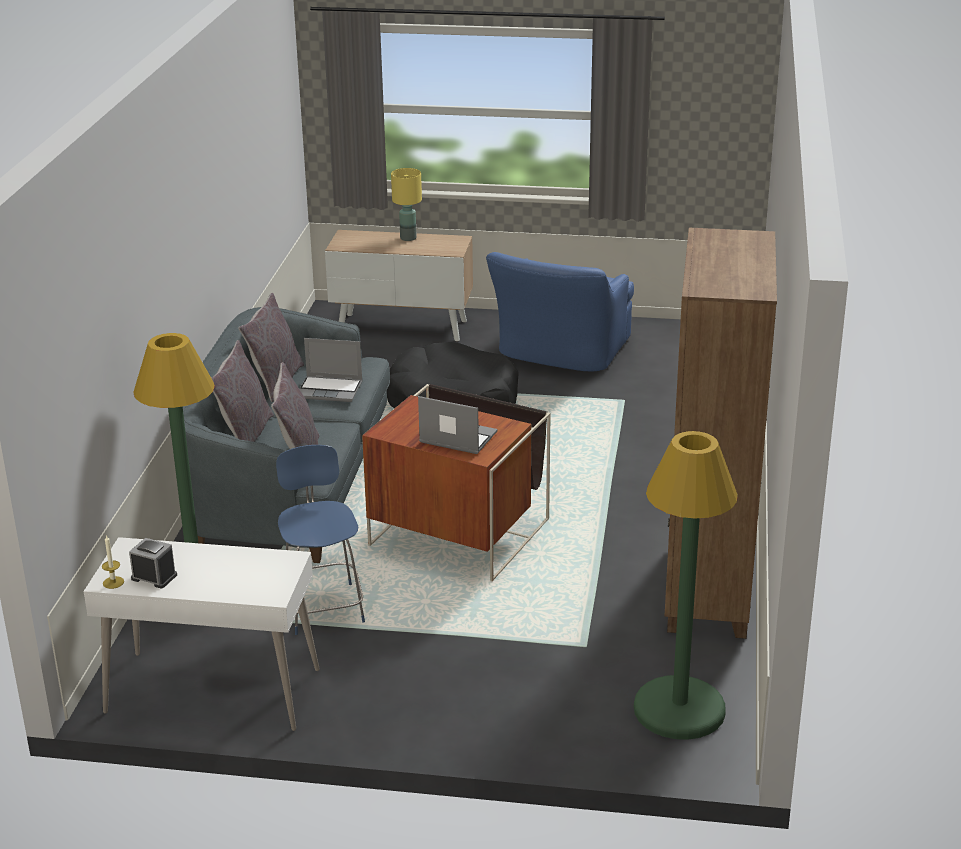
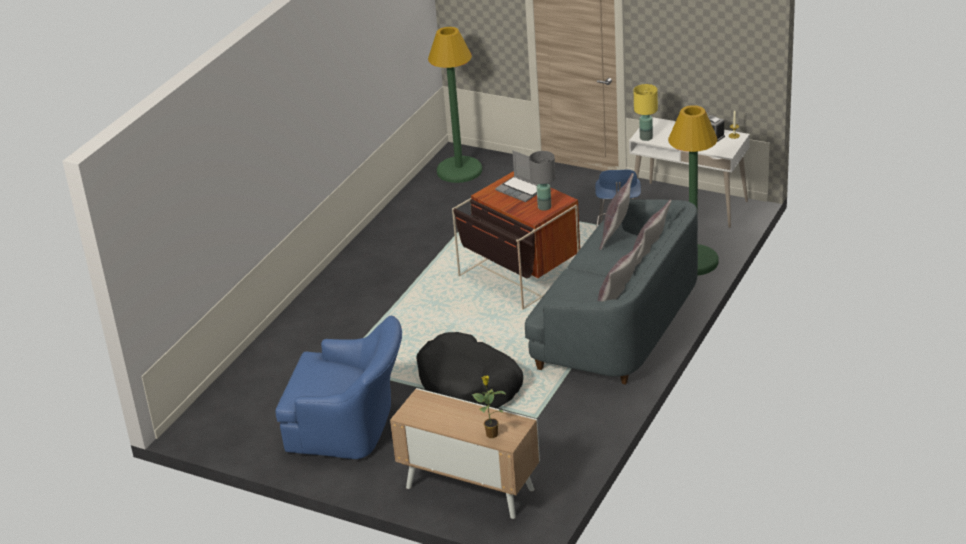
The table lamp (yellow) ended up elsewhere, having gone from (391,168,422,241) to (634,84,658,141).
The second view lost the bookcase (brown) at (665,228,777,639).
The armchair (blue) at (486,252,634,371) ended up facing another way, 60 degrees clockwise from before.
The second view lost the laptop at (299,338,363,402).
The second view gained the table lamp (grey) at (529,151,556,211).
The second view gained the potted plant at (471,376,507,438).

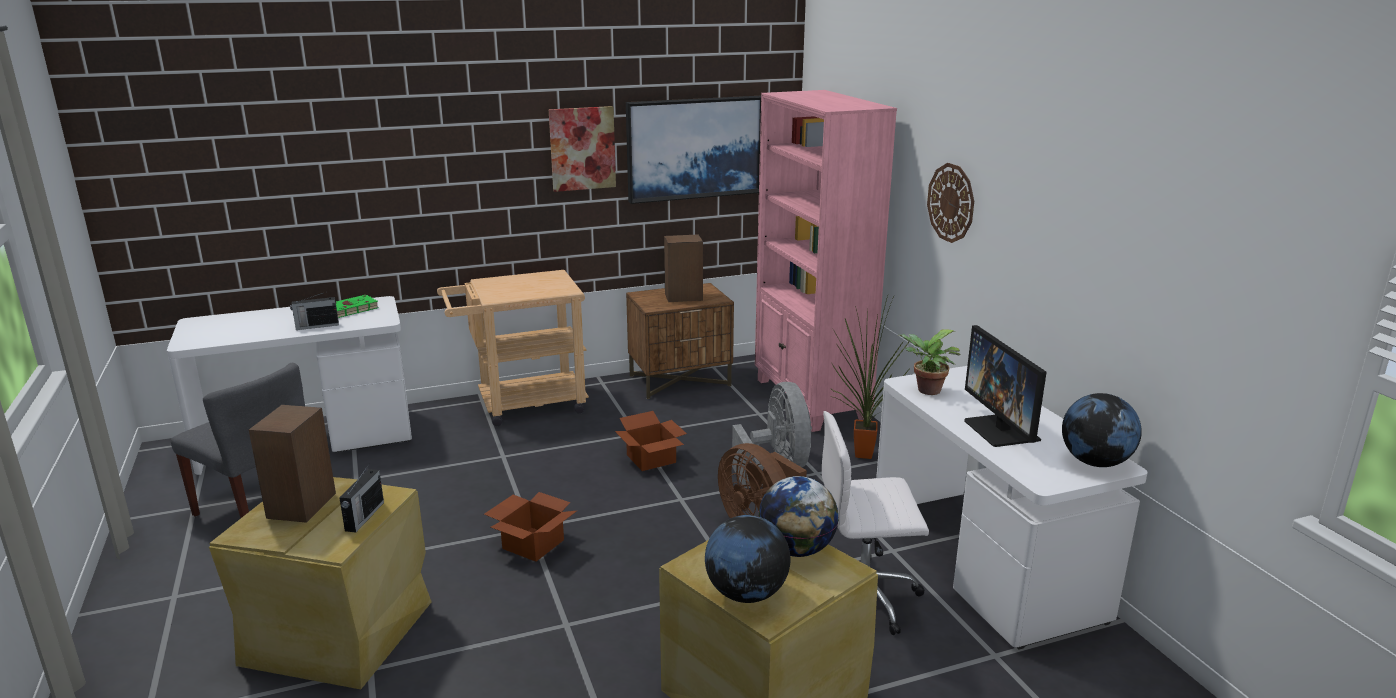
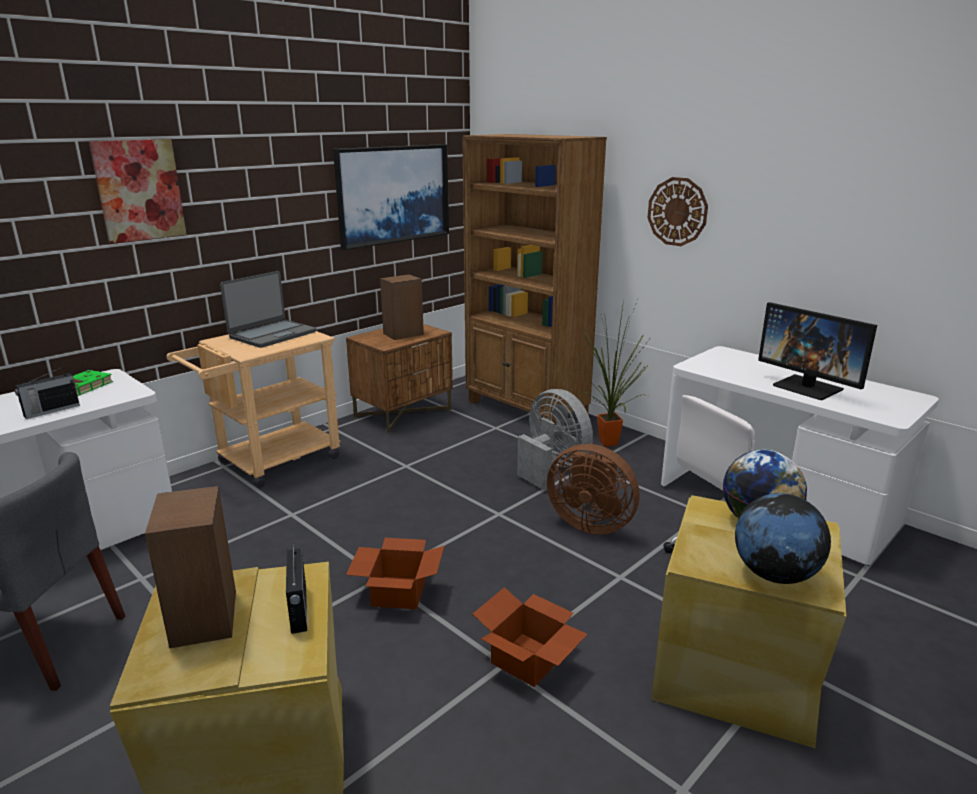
What was the bookcase (pink) at (755,90,897,432) turned into the bookcase (brown) at (462,134,607,426).
The picture ended up elsewhere, having gone from (549,106,616,192) to (89,139,187,244).
The second view lost the potted plant at (897,329,961,395).
The second view lost the globe at (1062,393,1142,467).
The cardboard box ended up elsewhere, having gone from (615,411,687,471) to (473,587,588,687).
The second view gained the laptop at (220,271,316,348).

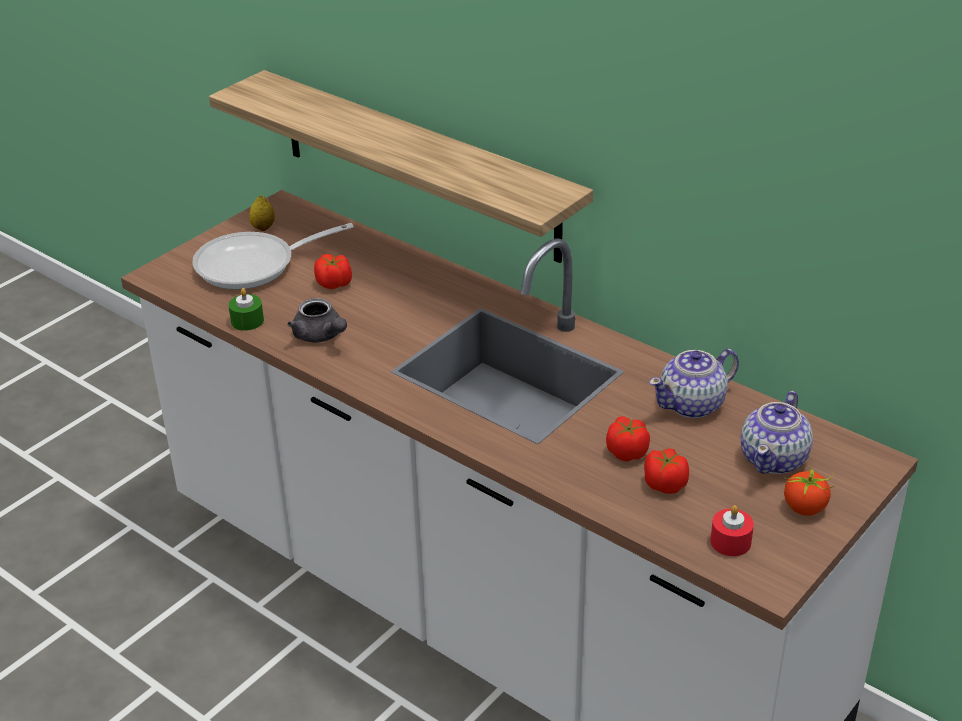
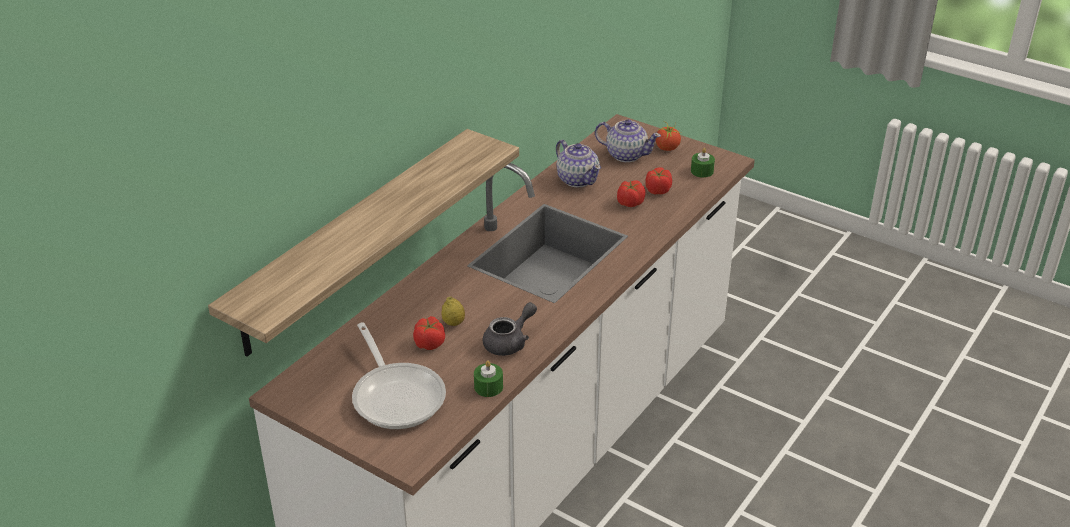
The lemon ended up elsewhere, having gone from (249,196,275,231) to (441,297,465,326).
What was the candle (red) at (710,505,754,556) turned into the candle (green) at (691,148,715,178).

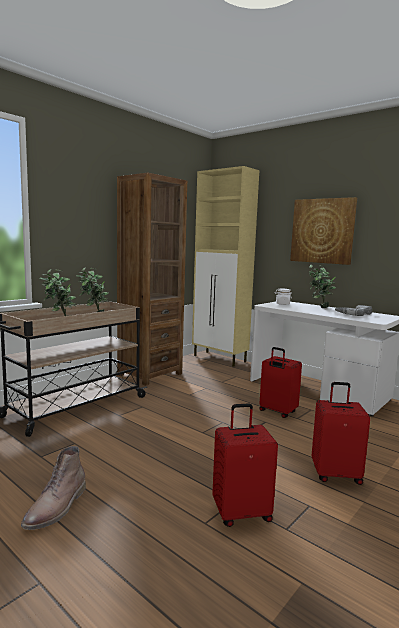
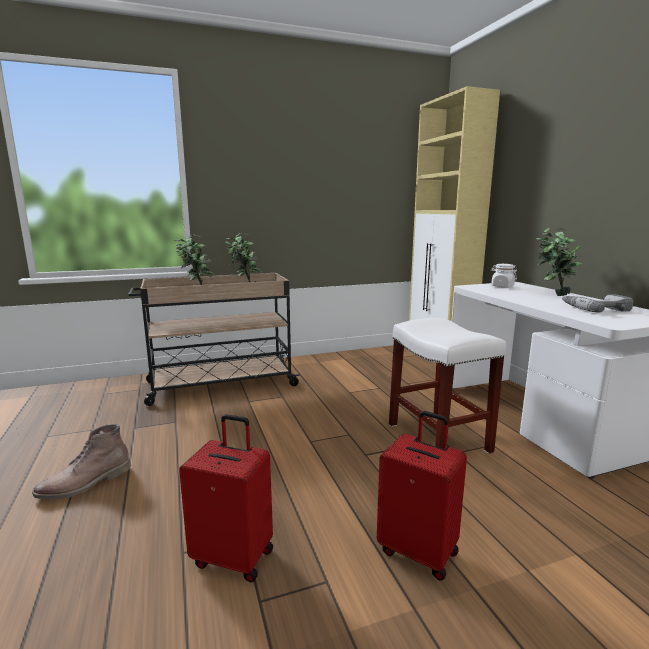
The second view lost the bookcase (brown) at (117,173,187,386).
The second view lost the picture at (290,197,357,265).
Where the suitcase (red) stood at (259,347,302,418), the stool (white) came to stand at (389,318,506,454).

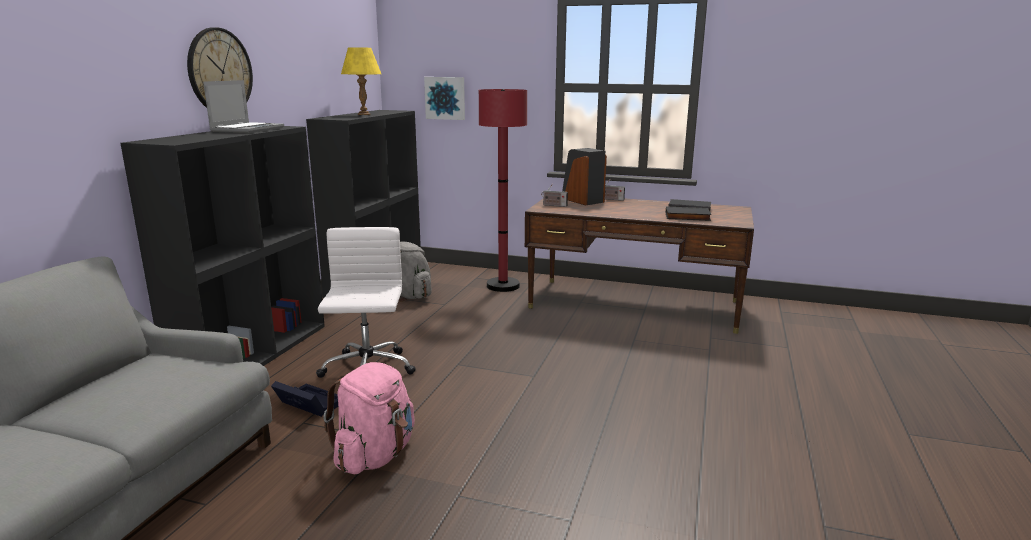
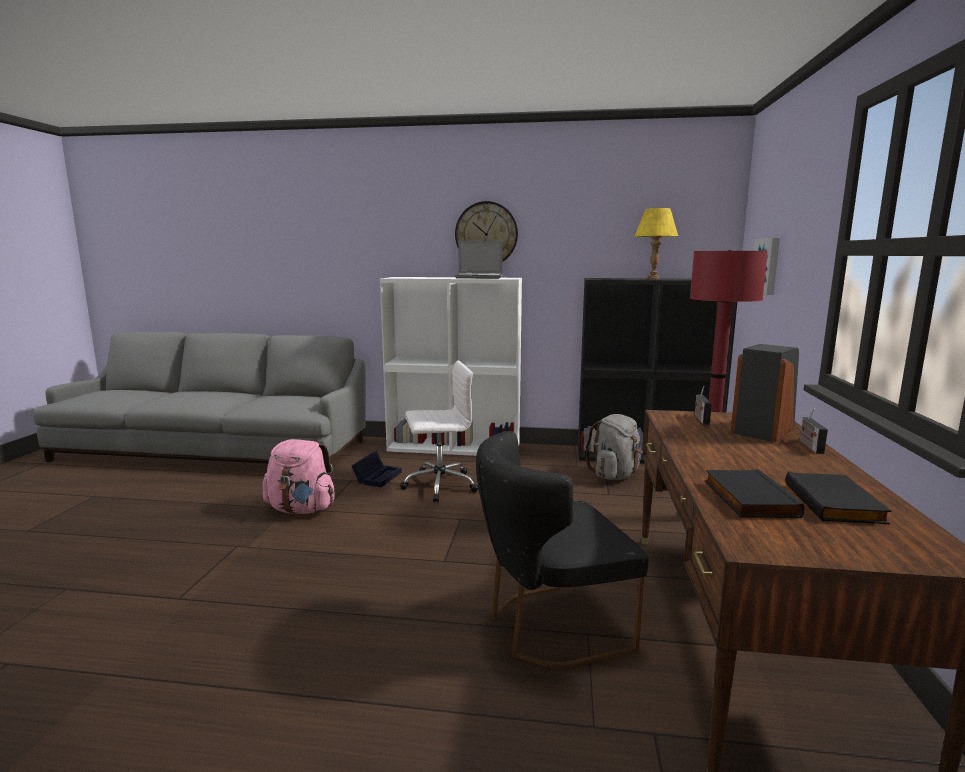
What was the bookcase (black) at (120,126,325,366) turned into the bookcase (white) at (380,277,522,456).
The second view gained the chair (black) at (476,431,649,668).

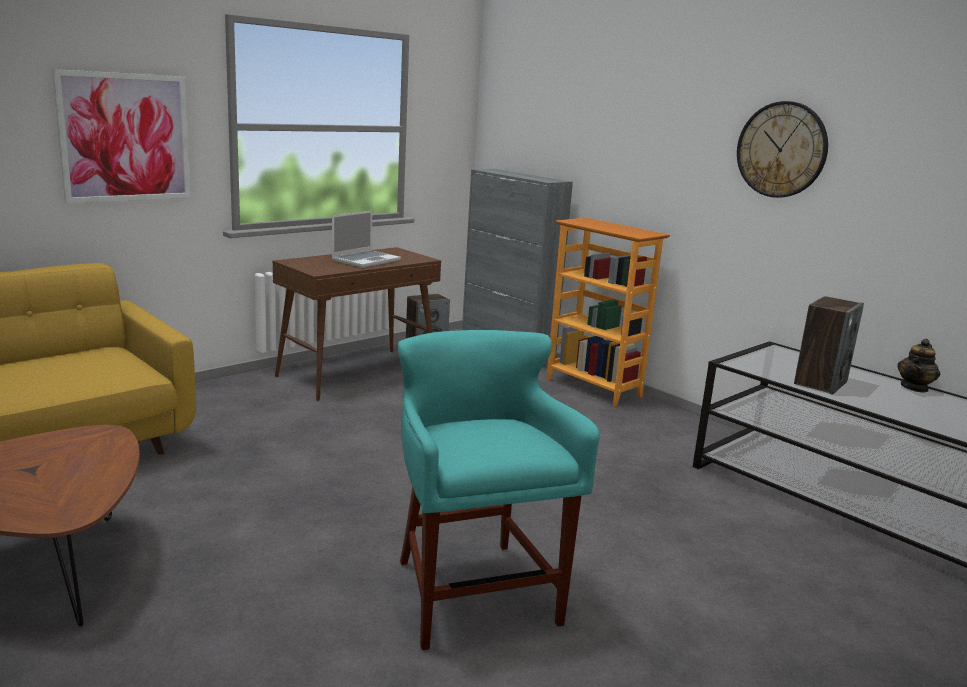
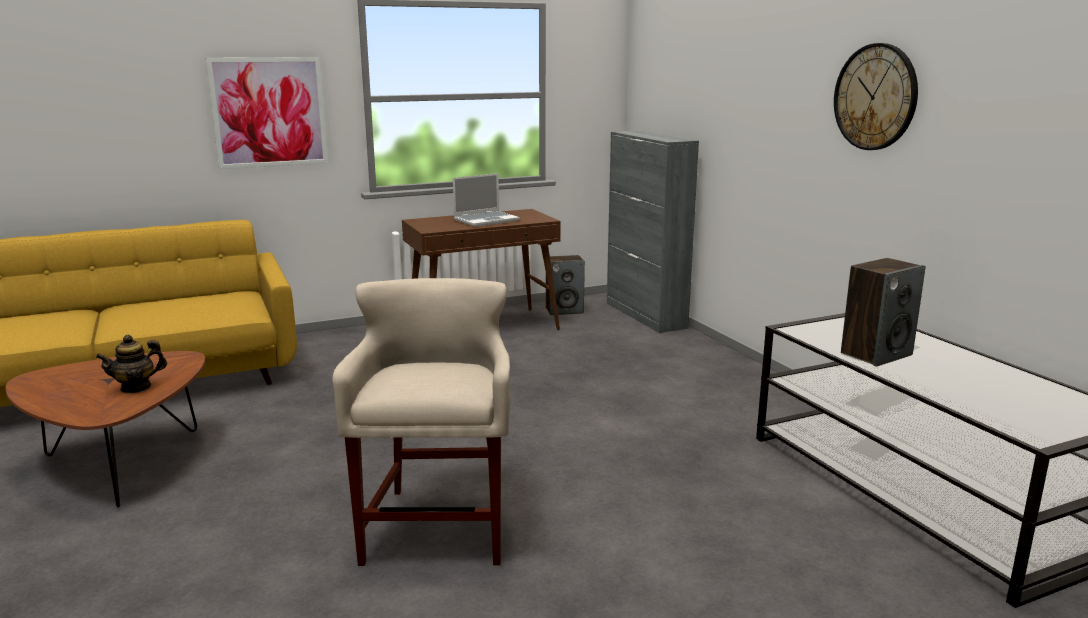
The second view lost the bookcase at (546,218,670,407).
What was the stool (turquoise) at (398,330,600,651) turned into the stool (beige) at (332,278,510,566).
The teapot ended up elsewhere, having gone from (897,339,940,393) to (96,335,167,393).

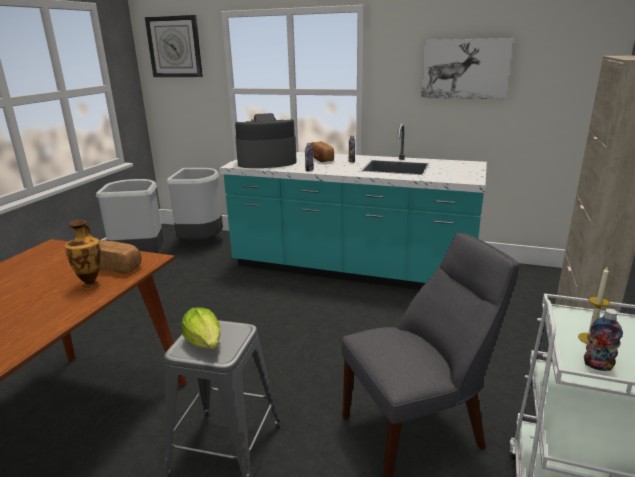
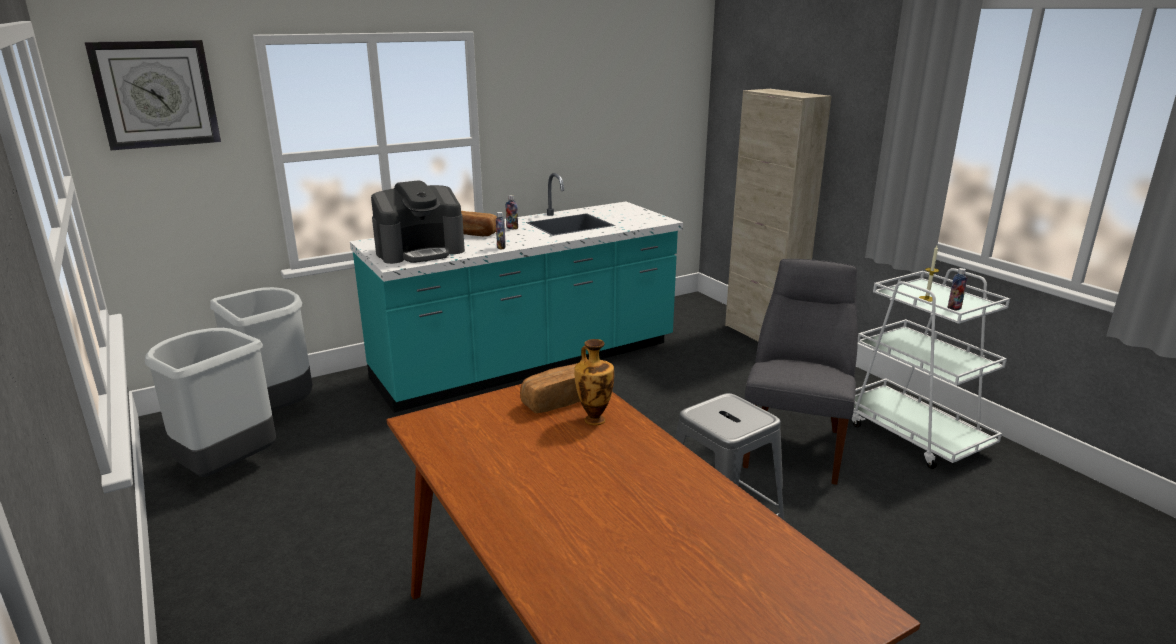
The second view lost the picture at (421,38,513,99).
The coffee machine at (235,113,297,168) ended up facing another way, 150 degrees counterclockwise from before.
The second view lost the lettuce at (182,307,221,350).

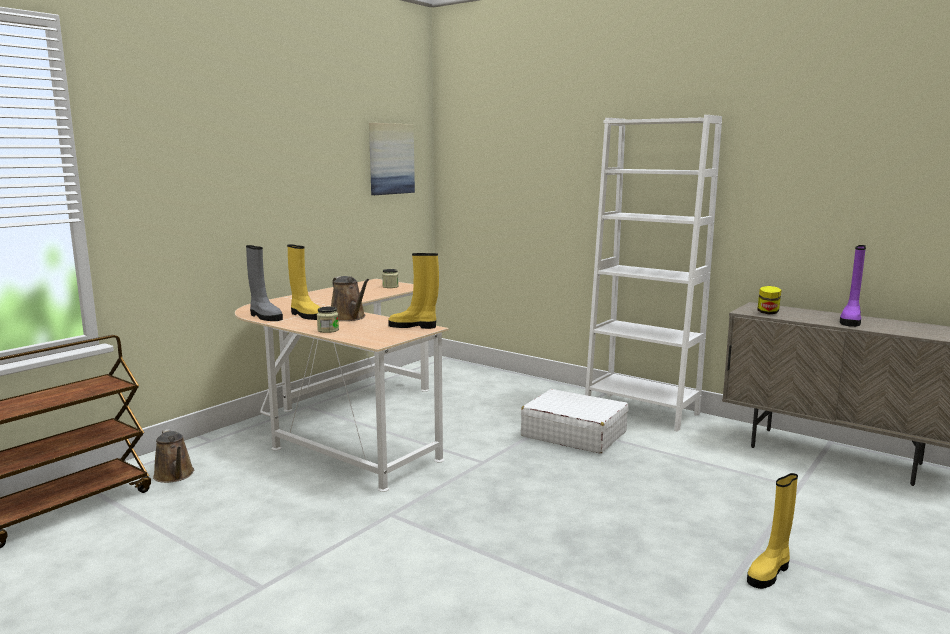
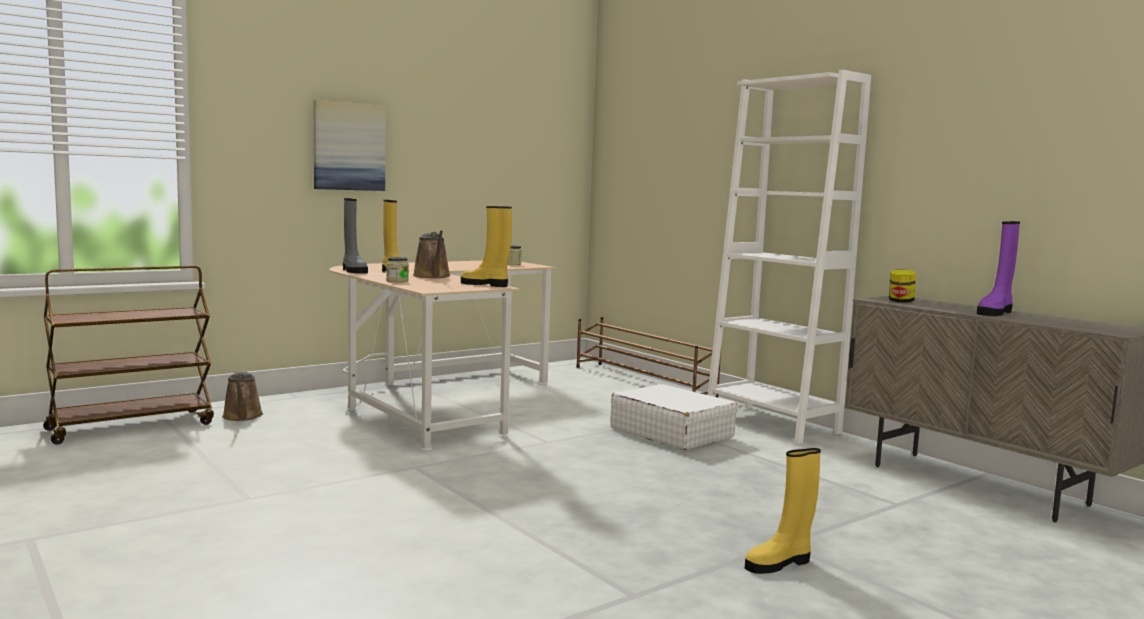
The picture ended up elsewhere, having gone from (369,123,415,195) to (313,100,386,191).
The second view gained the shoe rack (brown) at (576,317,721,398).

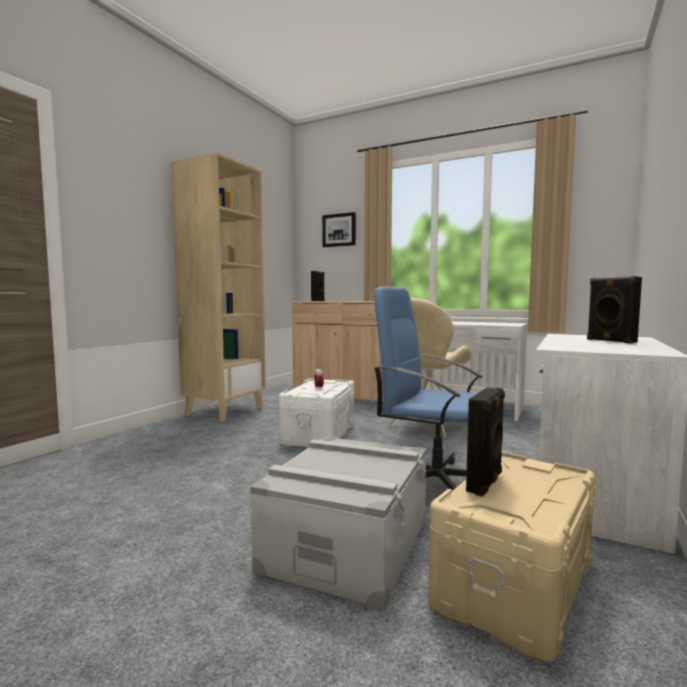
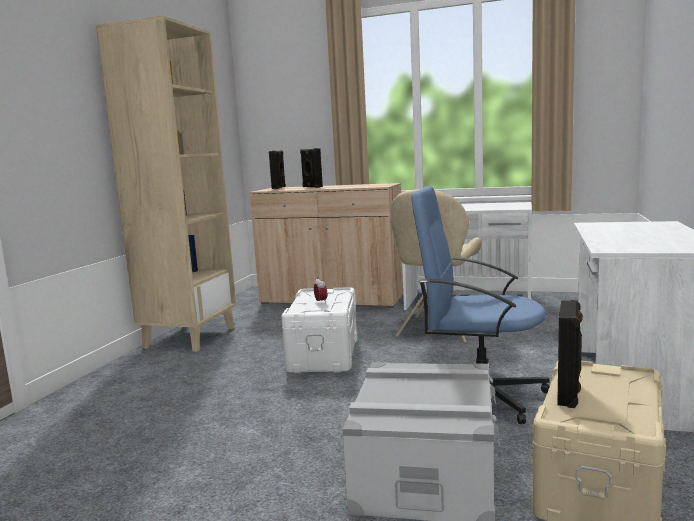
The second view lost the picture at (322,212,356,247).
The speaker (black) ended up elsewhere, having gone from (587,276,642,344) to (300,148,323,188).

